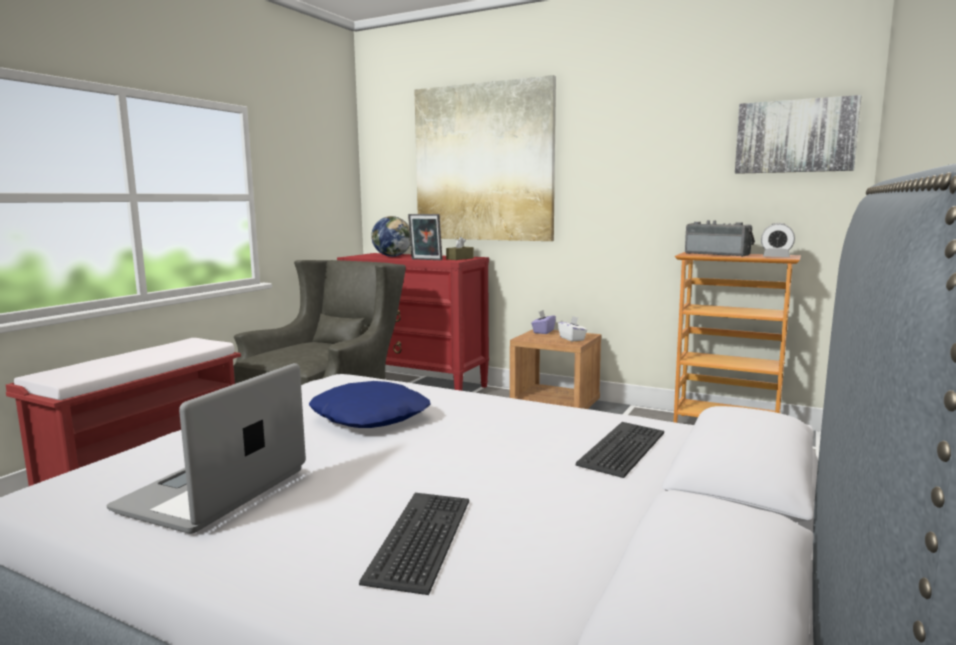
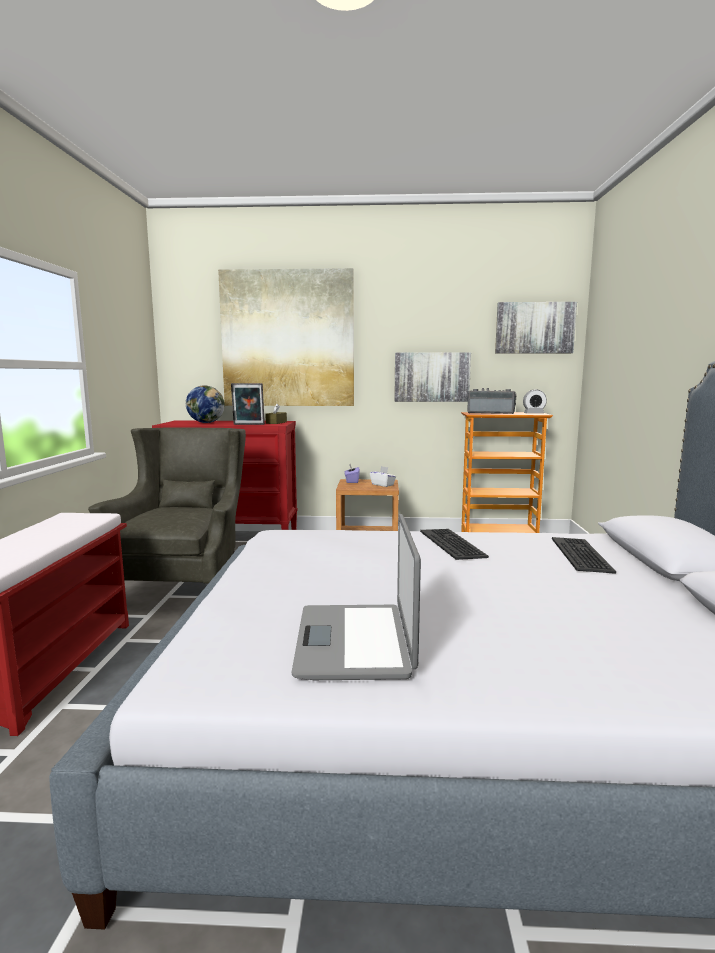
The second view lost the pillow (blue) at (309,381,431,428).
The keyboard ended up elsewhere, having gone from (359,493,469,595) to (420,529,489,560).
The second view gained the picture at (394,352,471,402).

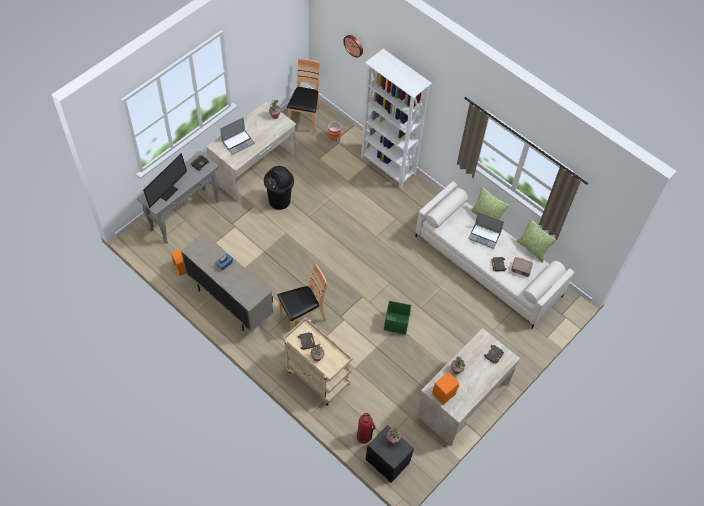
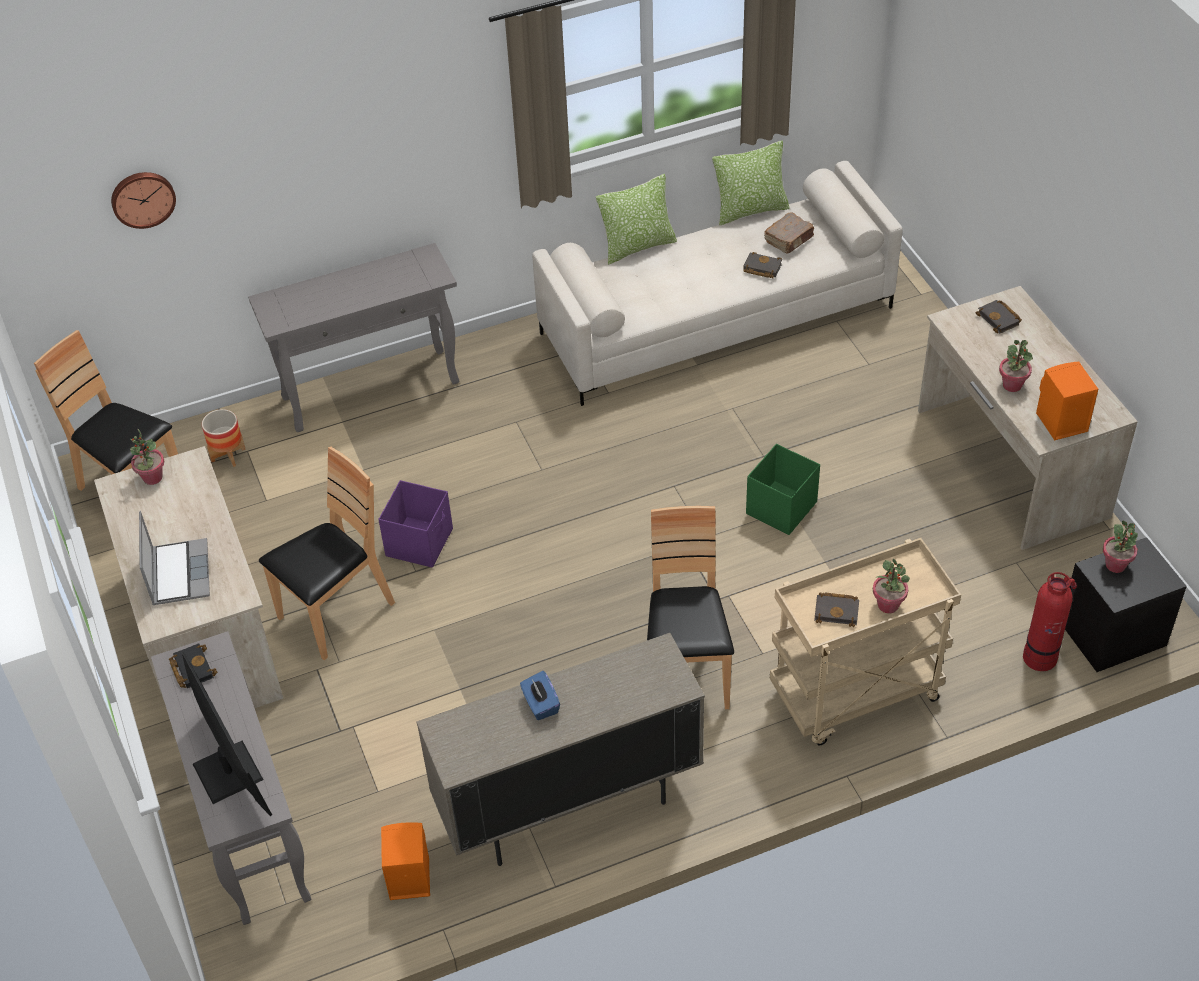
Where the bookcase (white) stood at (361,49,432,188), the console table (grey) came to stand at (248,243,460,432).
Where the trash can (black) stood at (264,166,294,210), the chair (brown) came to stand at (259,447,395,660).
The second view lost the laptop at (468,212,504,249).
The second view gained the storage box (purple) at (378,480,453,568).

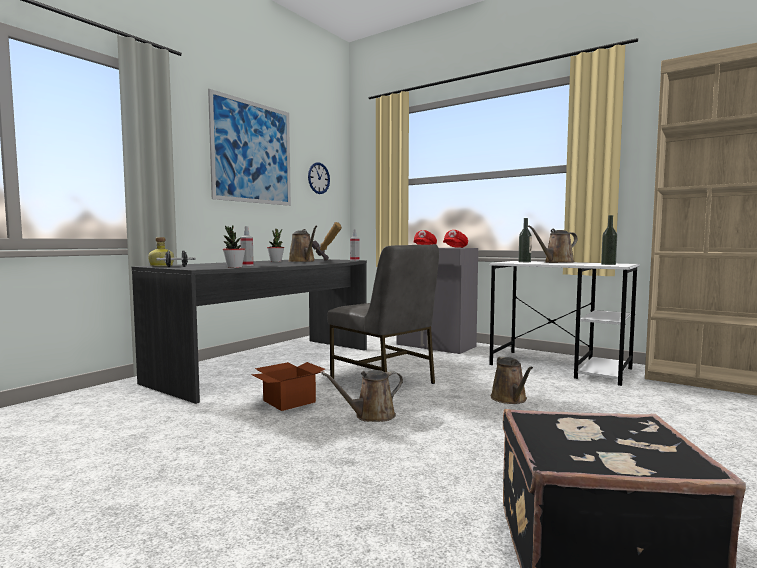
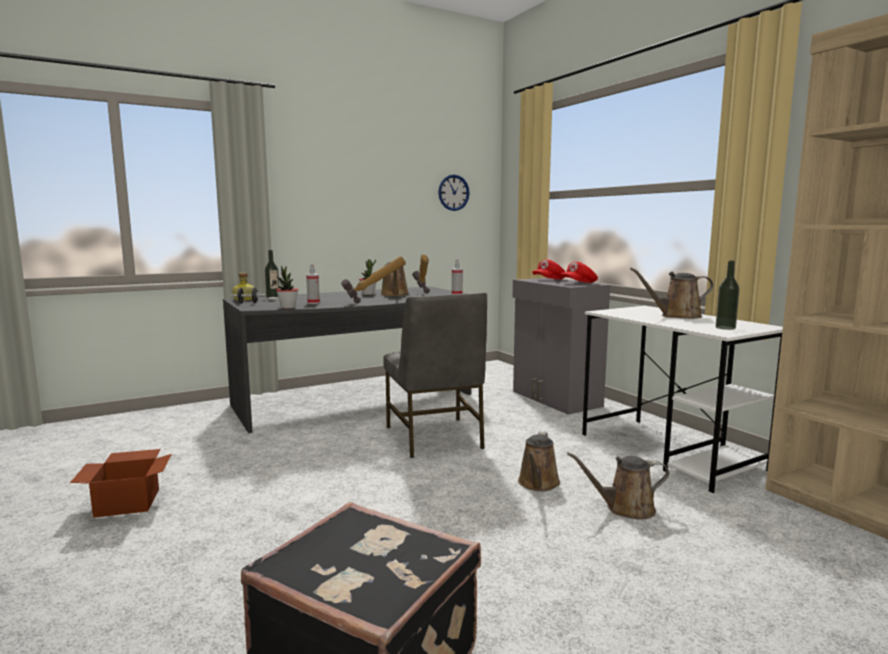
The second view lost the picture at (208,89,291,206).
The bottle ended up elsewhere, having gone from (518,218,532,262) to (265,250,279,299).
The cardboard box ended up elsewhere, having gone from (251,362,325,411) to (70,449,172,518).
The watering can (brown) ended up elsewhere, having gone from (321,370,403,422) to (567,452,669,520).
The second view gained the hammer at (341,256,406,303).

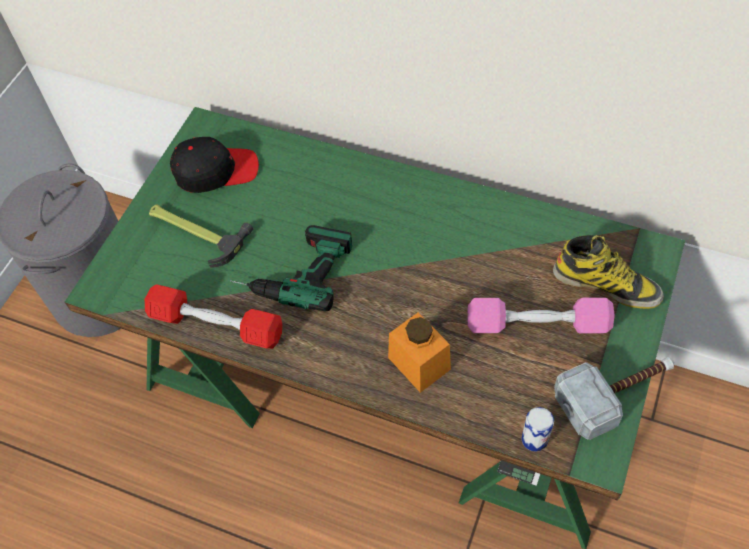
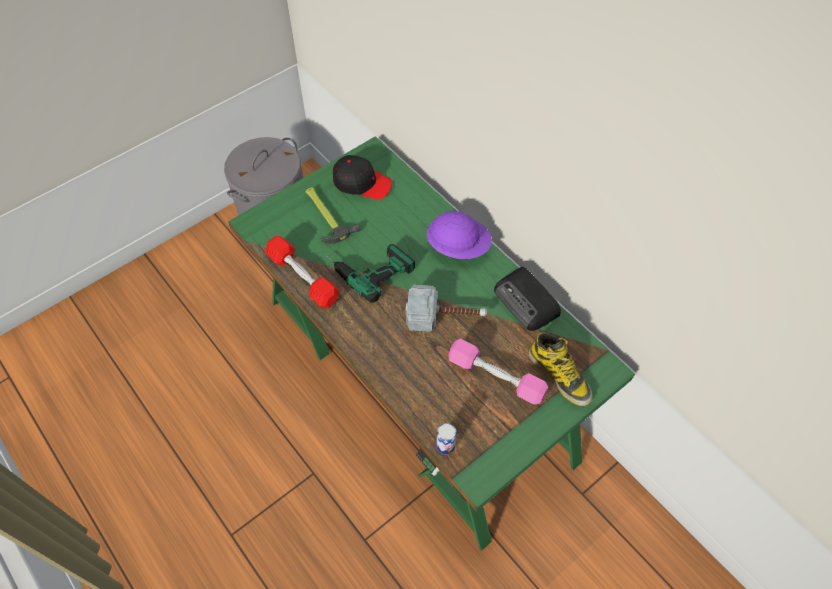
The second view lost the jar (orange) at (388,312,451,393).
The hammer ended up elsewhere, having gone from (554,357,674,440) to (406,285,487,332).
The second view gained the hard hat (purple) at (427,211,492,259).
The second view gained the radio at (494,267,561,331).

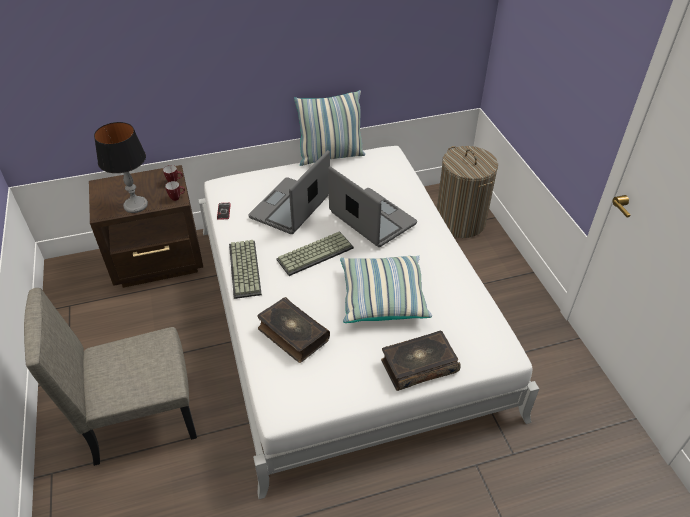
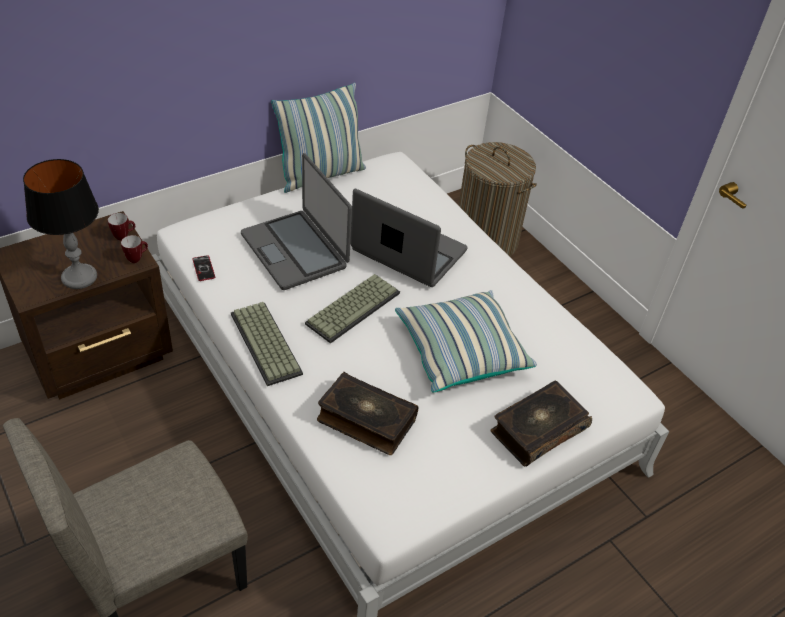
The laptop at (248,150,330,234) ended up facing another way, 45 degrees counterclockwise from before.

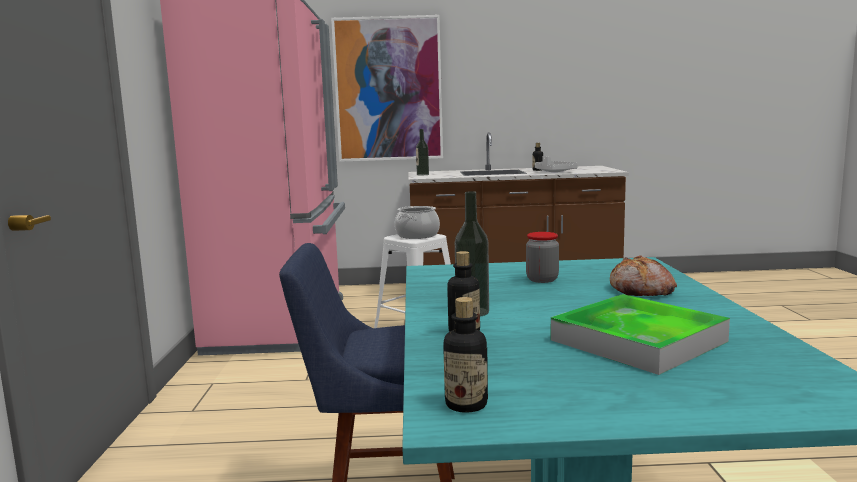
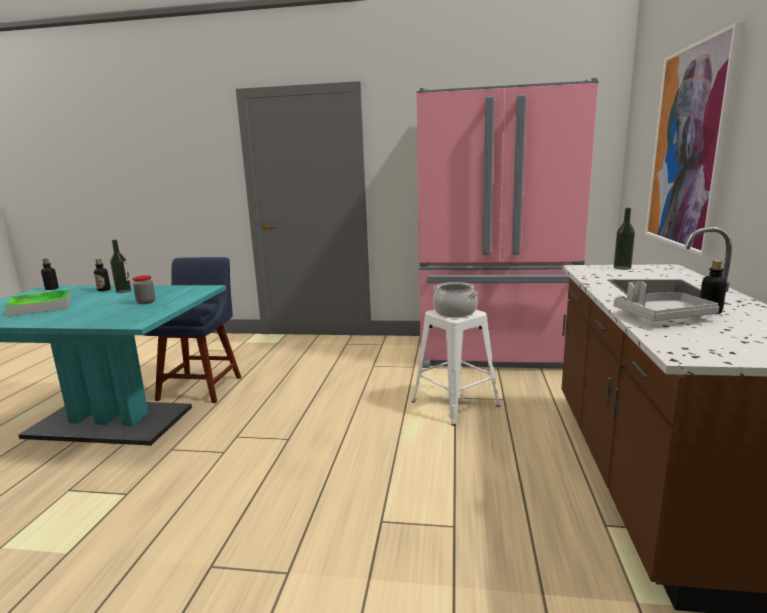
The second view lost the bread at (610,255,677,296).

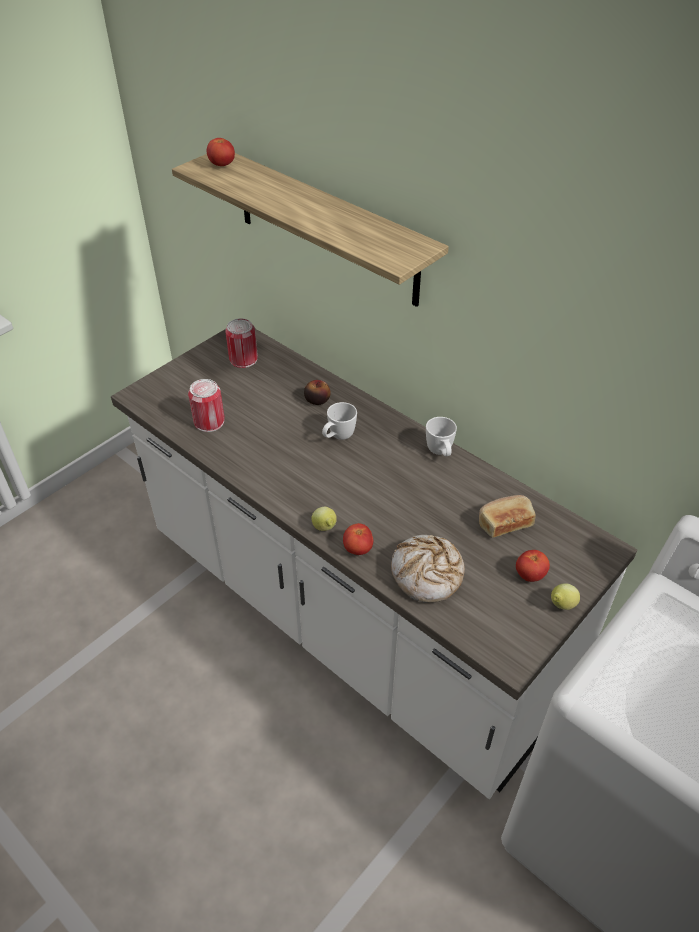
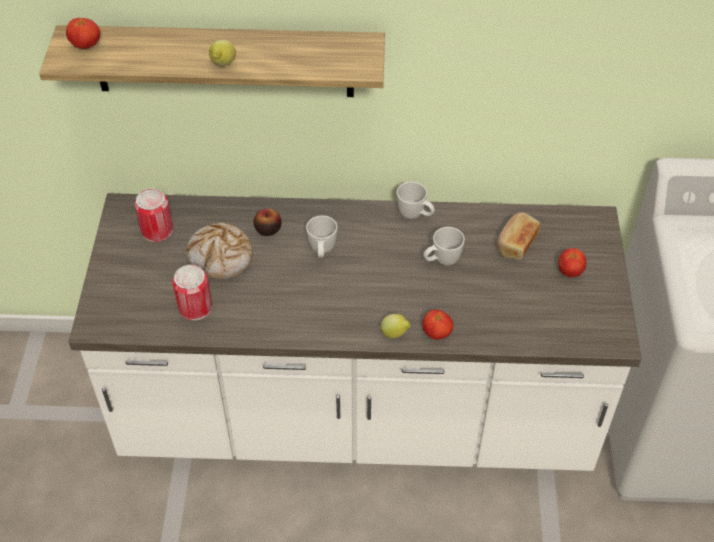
The bread ended up elsewhere, having gone from (391,535,465,603) to (186,222,253,280).
The lemon ended up elsewhere, having gone from (551,583,580,610) to (209,40,236,66).
The second view gained the mug (white) at (423,227,465,265).

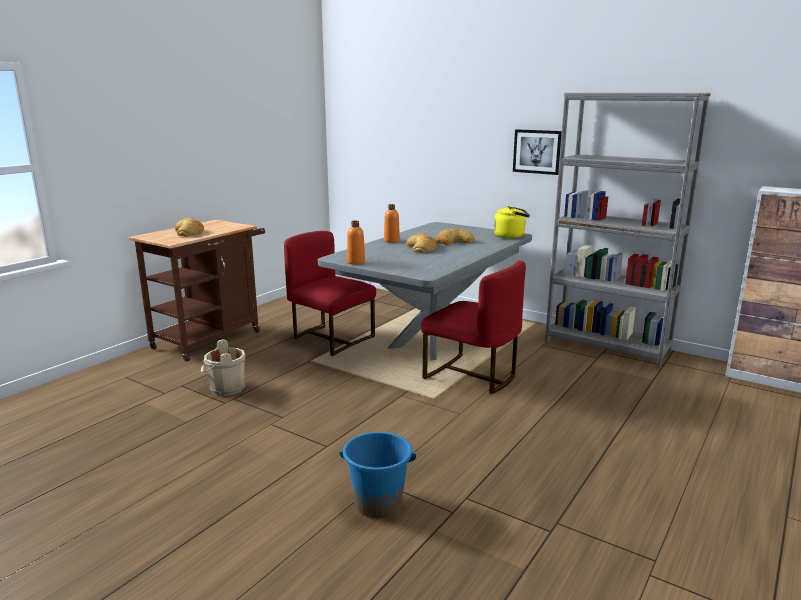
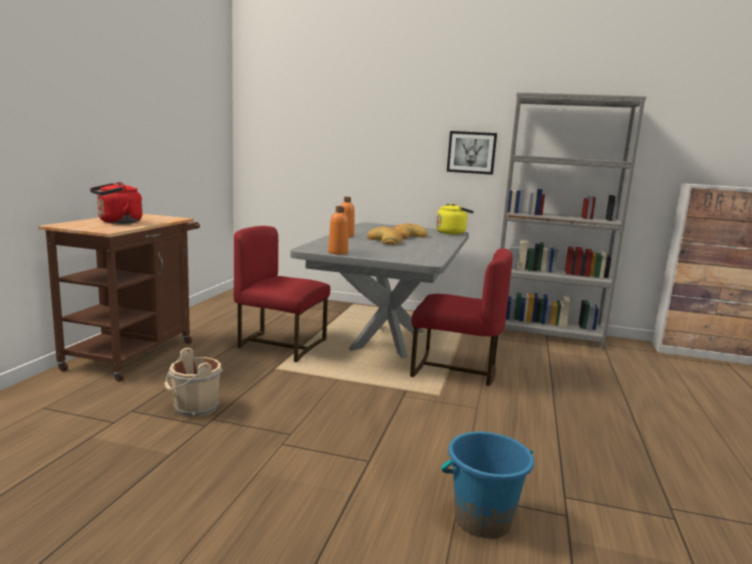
Where the bread stood at (175,218,204,237), the kettle (red) came to stand at (90,182,143,224).

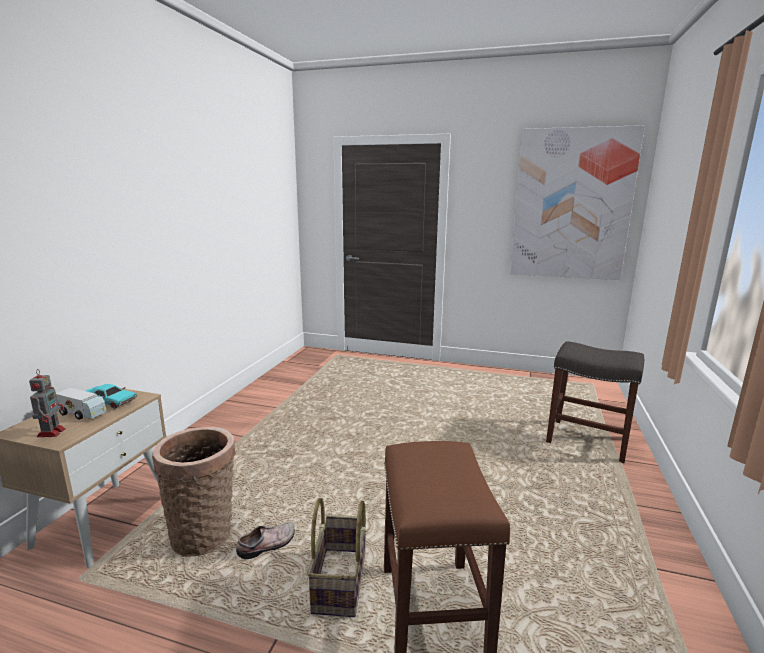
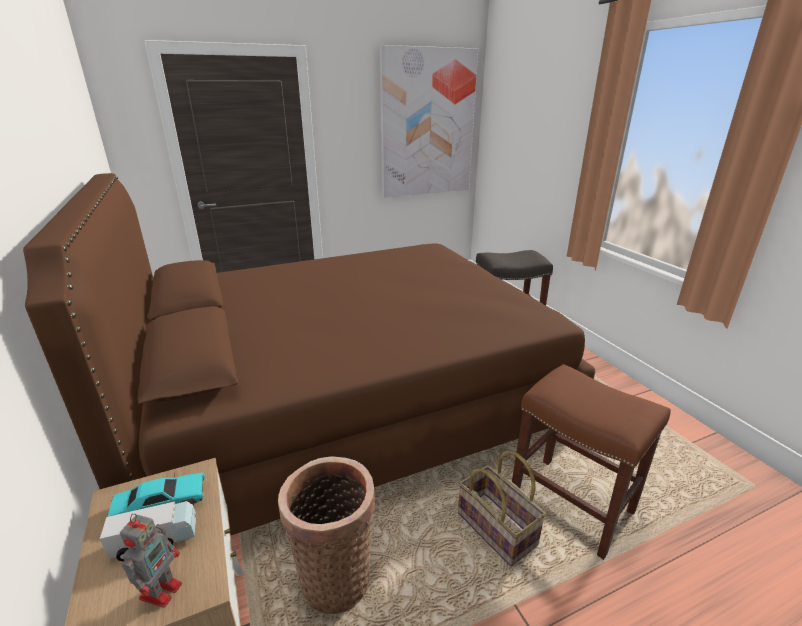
The toy robot at (29,369,66,437) ended up facing another way, 60 degrees clockwise from before.
The second view lost the shoe at (236,522,295,559).
The second view gained the bed (brown) at (23,173,595,535).

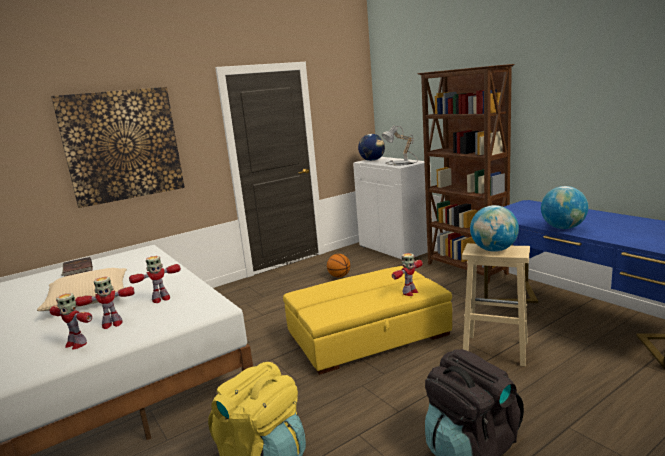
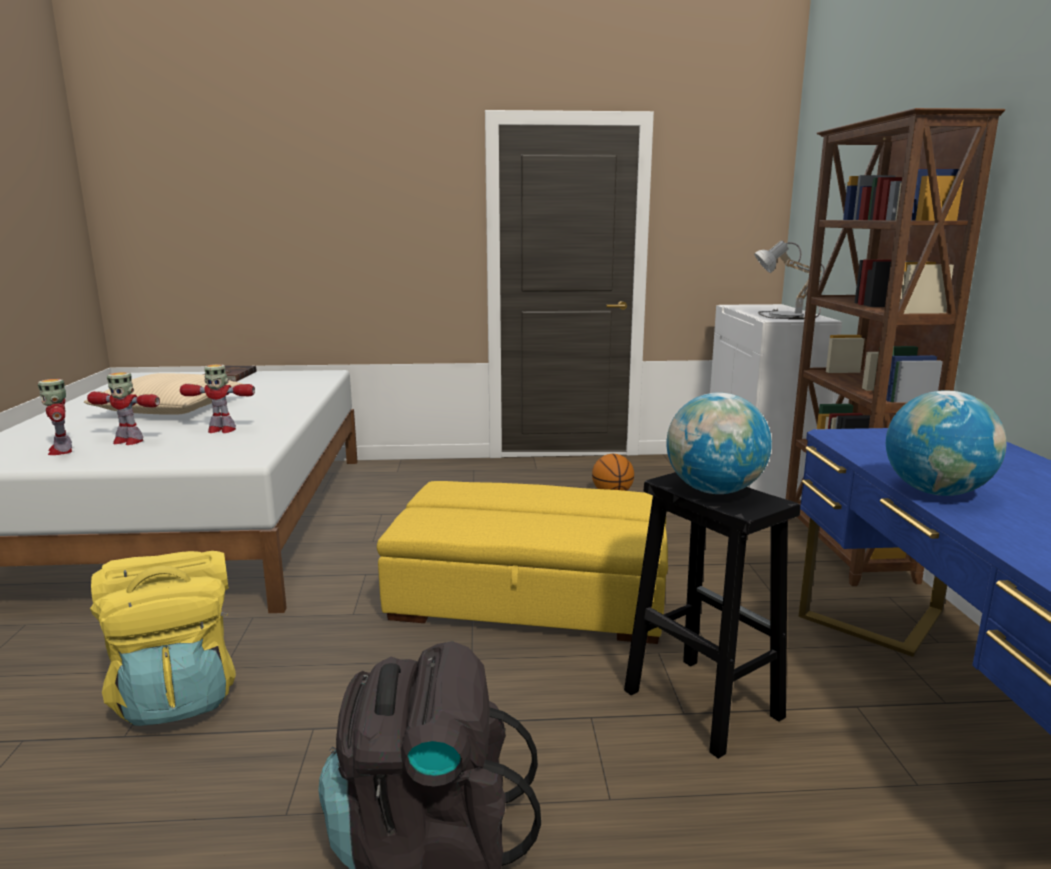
The second view lost the picture at (51,87,185,208).
The second view lost the globe at (358,134,385,161).
What was the stool (beige) at (462,243,530,367) turned into the stool (black) at (624,472,800,759).
The second view lost the toy robot at (392,253,423,296).

